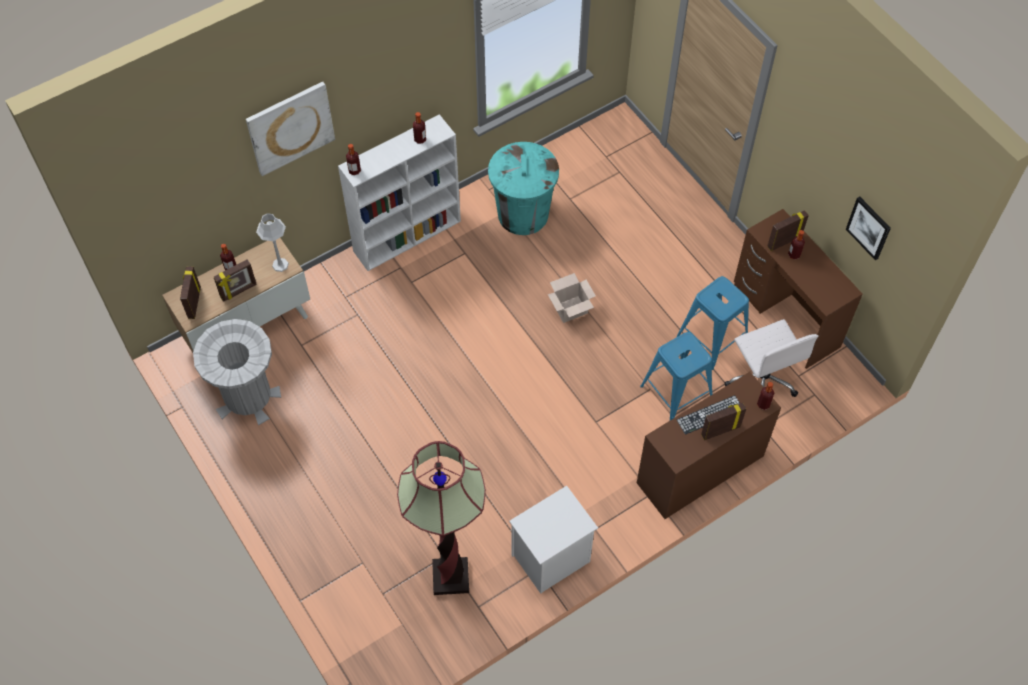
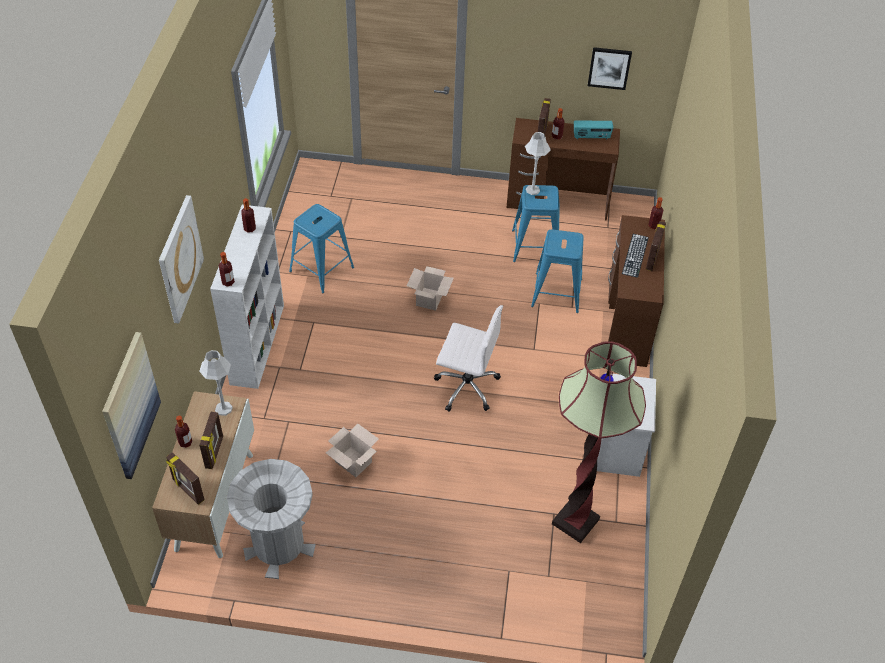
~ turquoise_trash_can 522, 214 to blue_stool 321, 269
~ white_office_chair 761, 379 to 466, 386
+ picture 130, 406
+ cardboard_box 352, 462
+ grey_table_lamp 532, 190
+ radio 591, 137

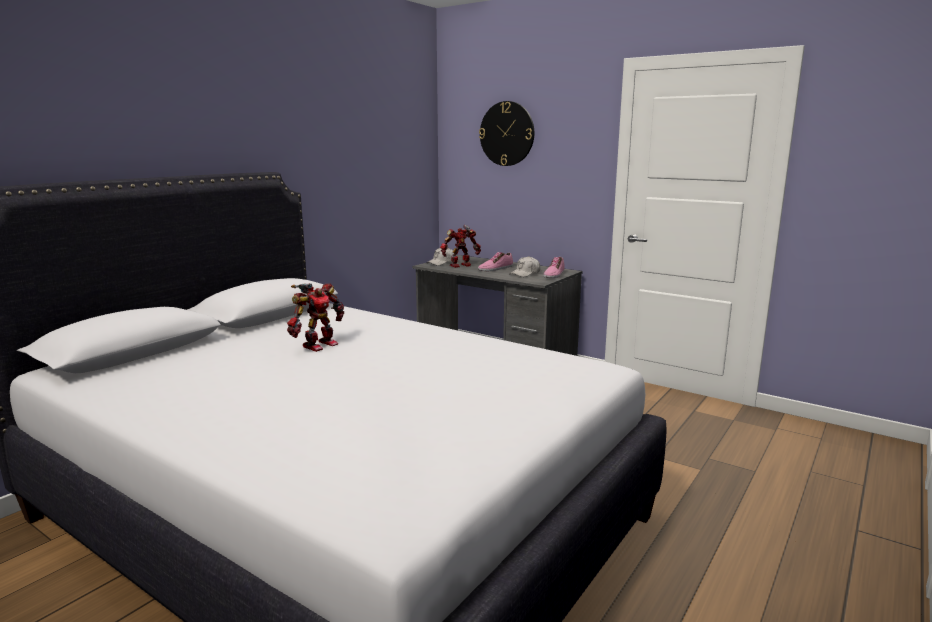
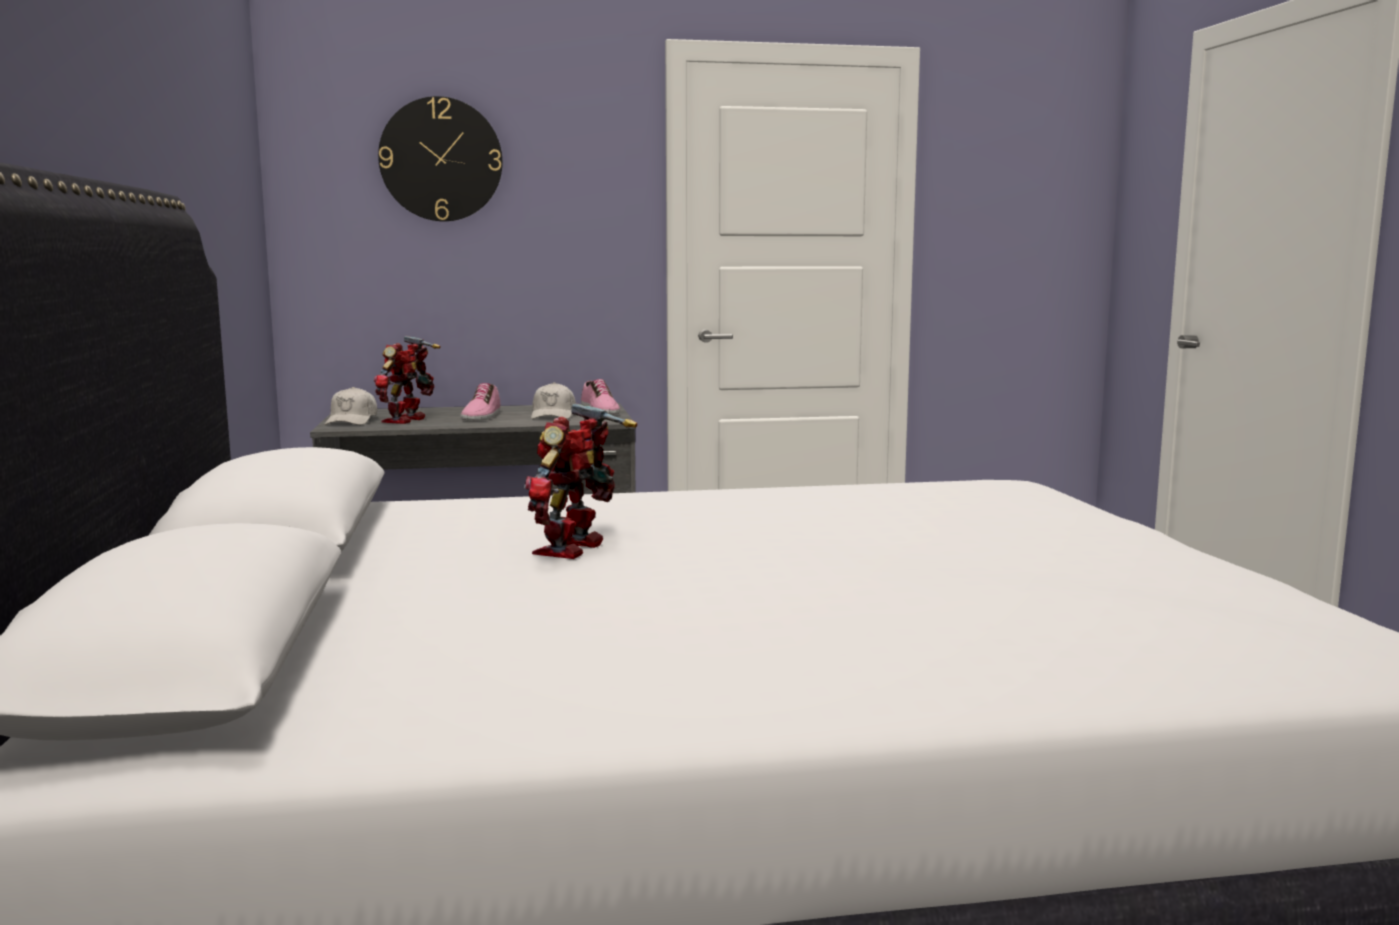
~ toy_robot 318, 345 = 574, 549 150 degrees counterclockwise

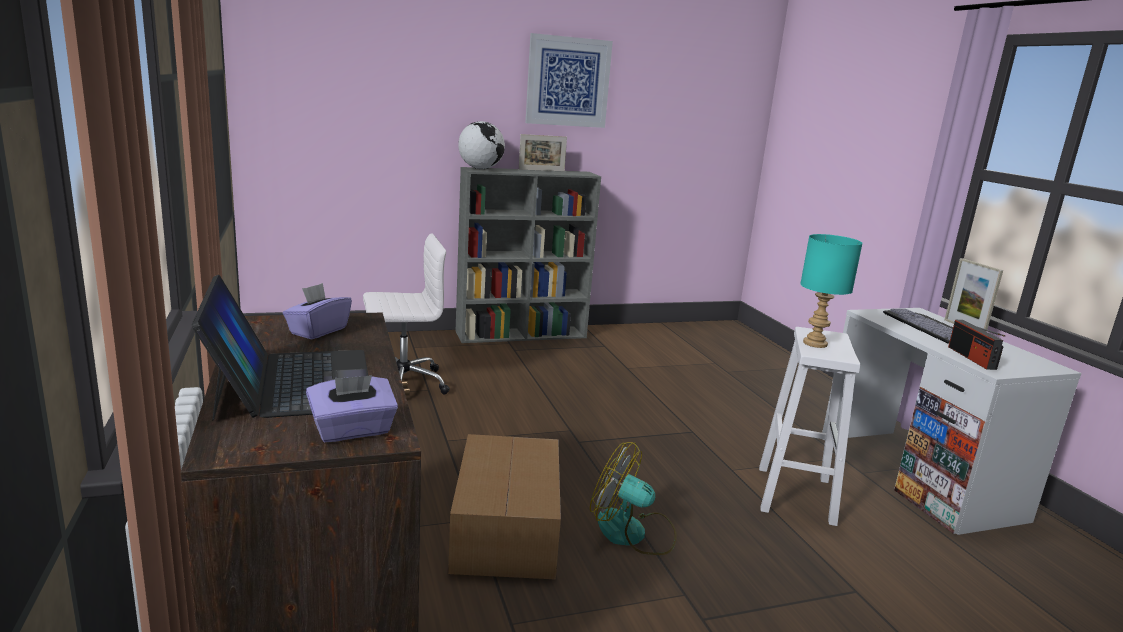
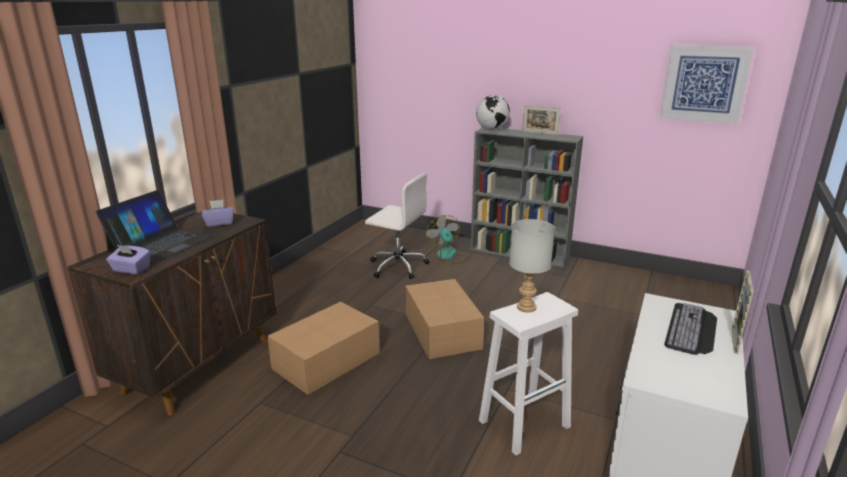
~ picture 568, 82 to 704, 83
~ fan 632, 533 to 449, 256
~ turquoise_table_lamp 815, 343 to grey_table_lamp 527, 307
- radio 971, 358
+ cardboard_box 442, 330

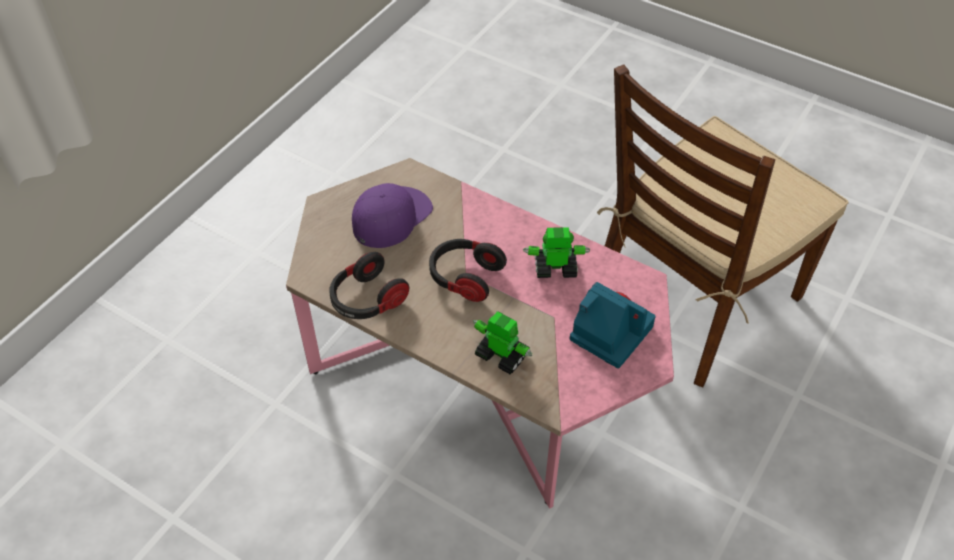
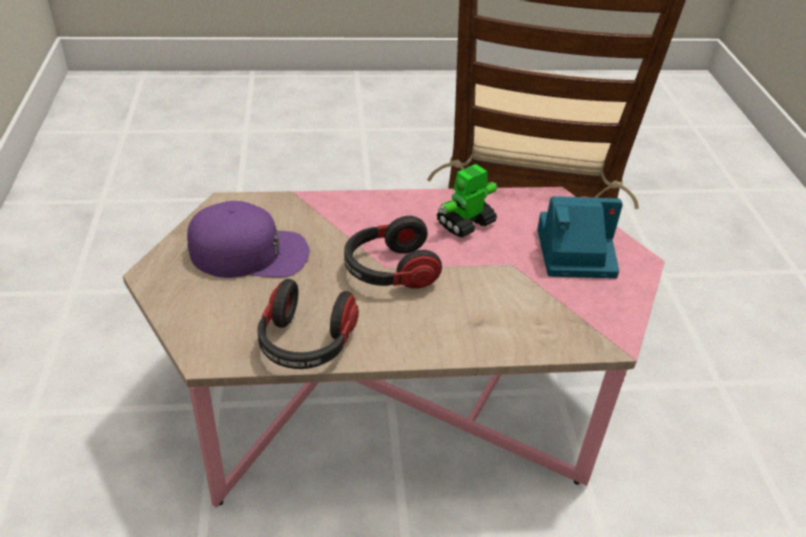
~ purple_cap 391, 217 = 249, 252 90 degrees clockwise
- toy_robot 501, 355

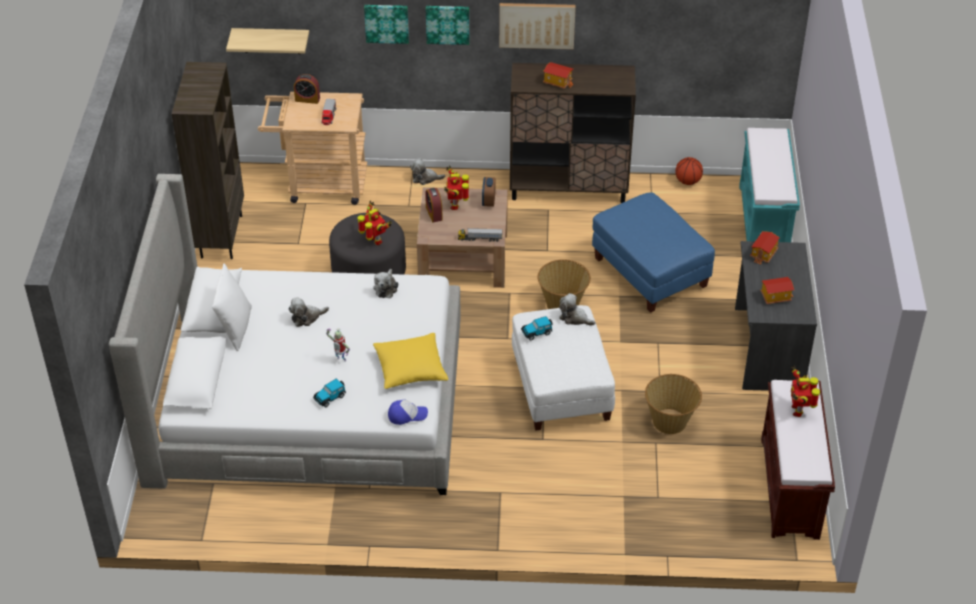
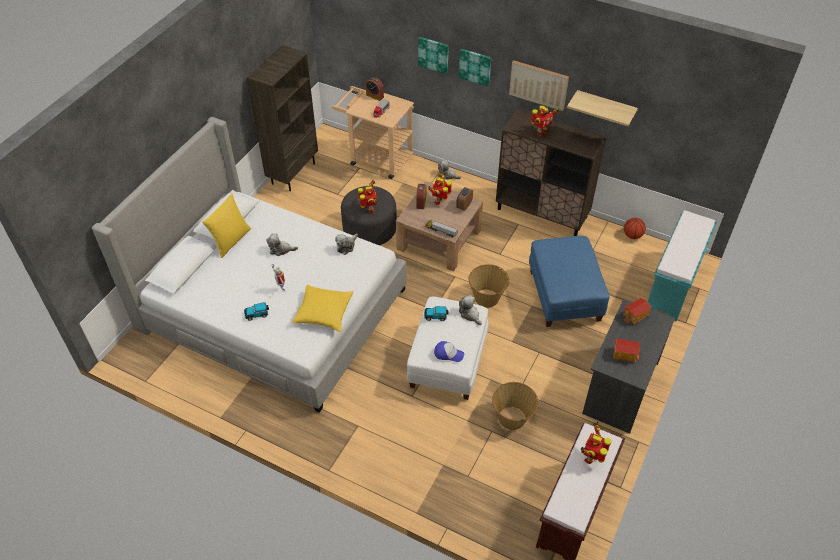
~ white_pillow 235, 328 to yellow_pillow 231, 241
~ shelf 271, 40 to 605, 108
~ cap 407, 415 to 448, 353
~ toy_house 558, 82 to toy_robot 541, 132

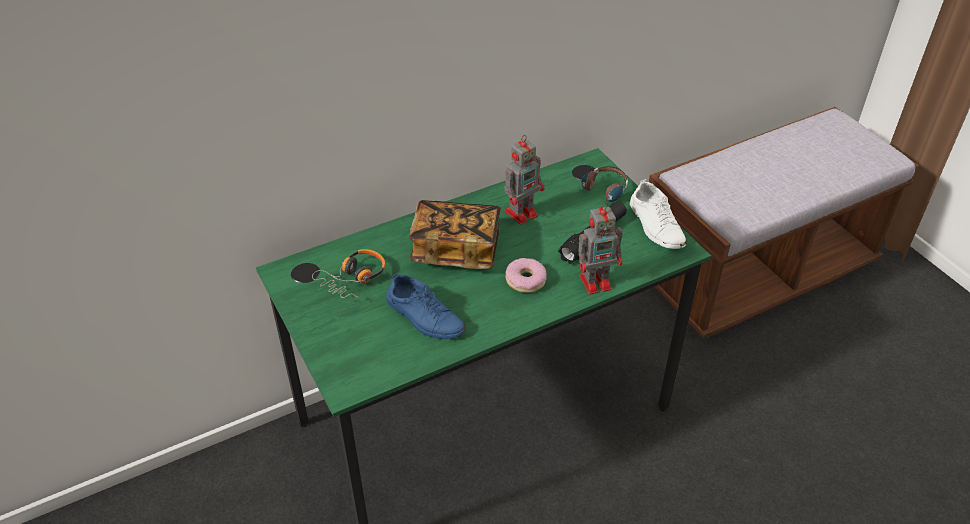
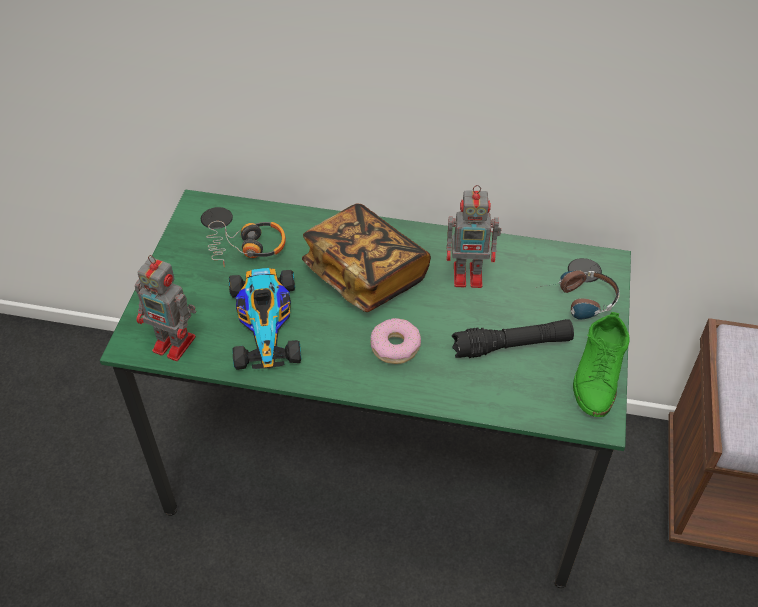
~ blue_shoe 424, 317 to toy_car 265, 322
~ toy_robot 597, 282 to 176, 344
~ white_shoe 656, 225 to green_shoe 598, 373

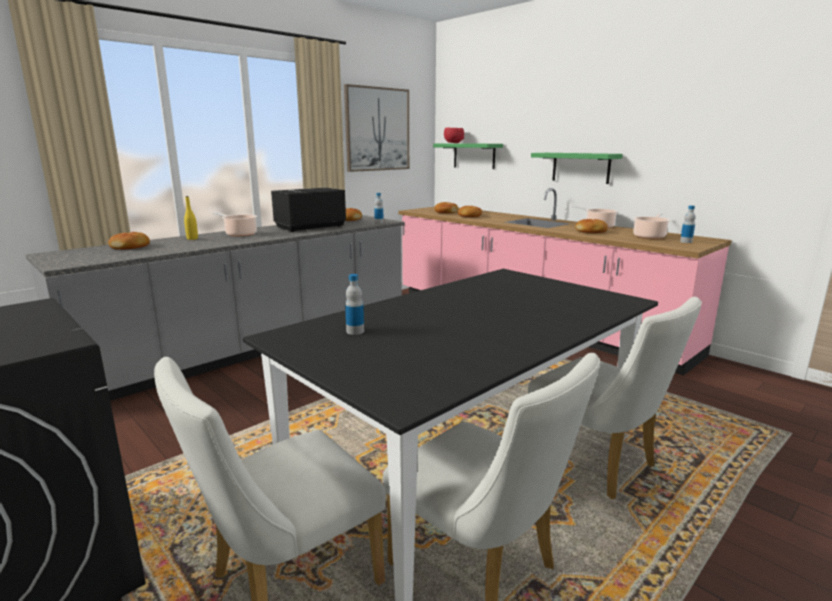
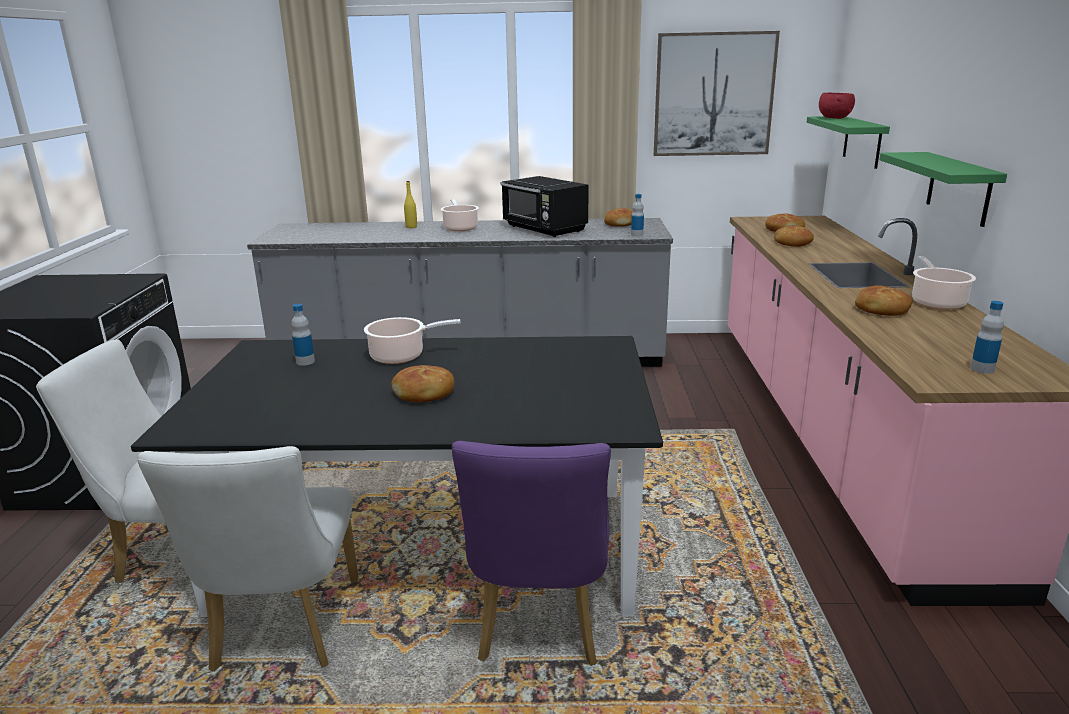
~ bread 131, 247 to 424, 393
~ black_microwave 309, 227 = 544, 229 135 degrees counterclockwise
~ white_chair 598, 465 to purple_chair 540, 626
~ cooking_pot 649, 236 to 401, 356

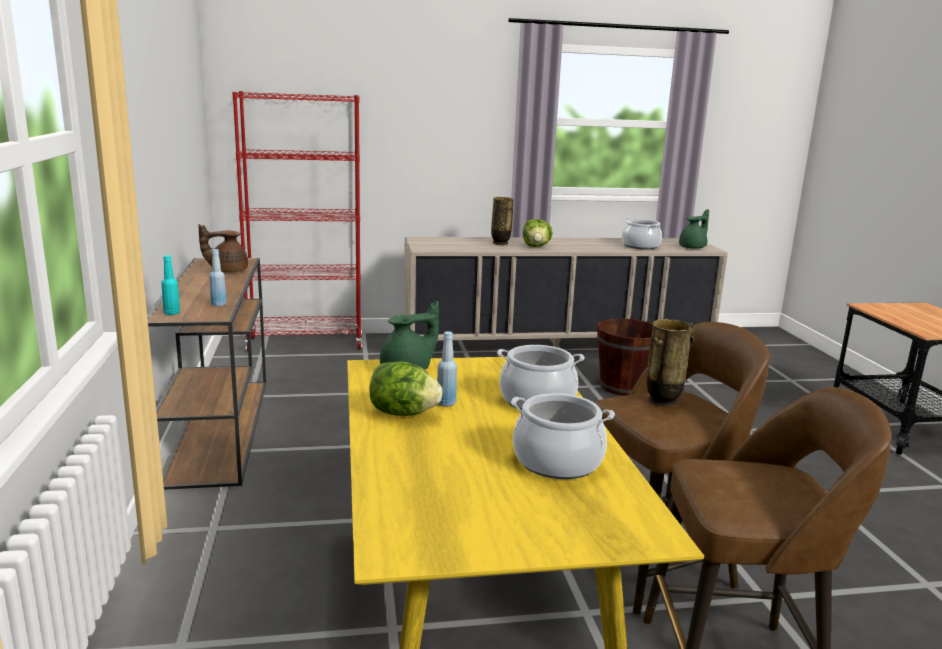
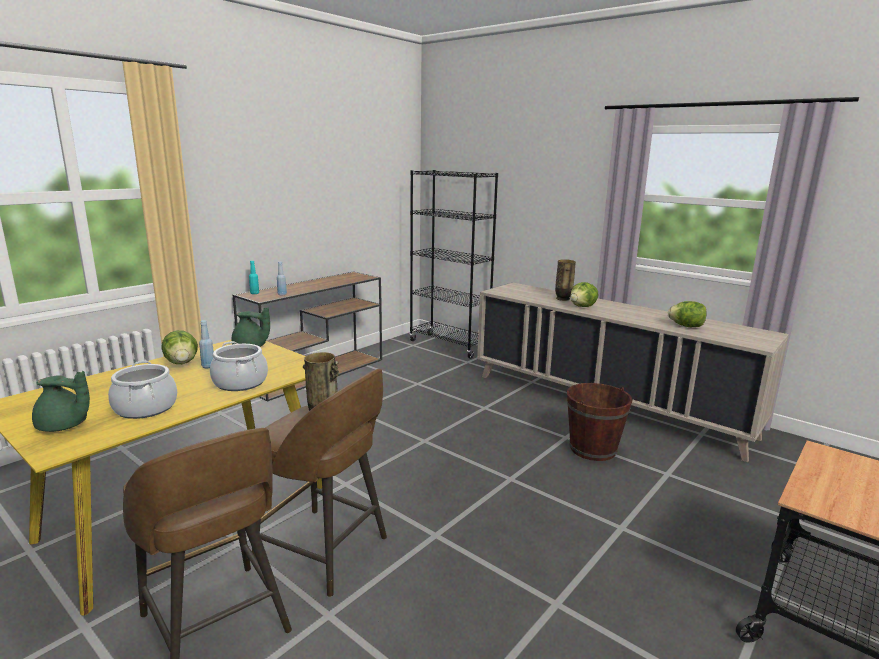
- brown_teapot 227, 270
~ red_bookcase 306, 343 to black_bookcase 449, 346
~ cooking_pot 640, 246 to lettuce 686, 326
~ green_teapot 693, 247 to 64, 426

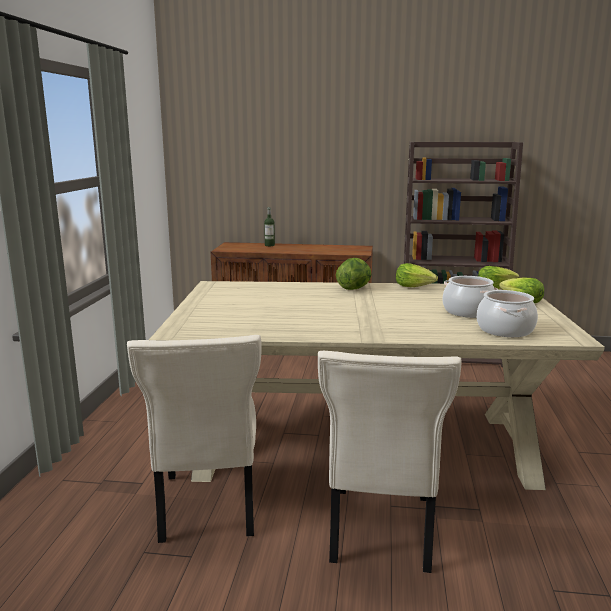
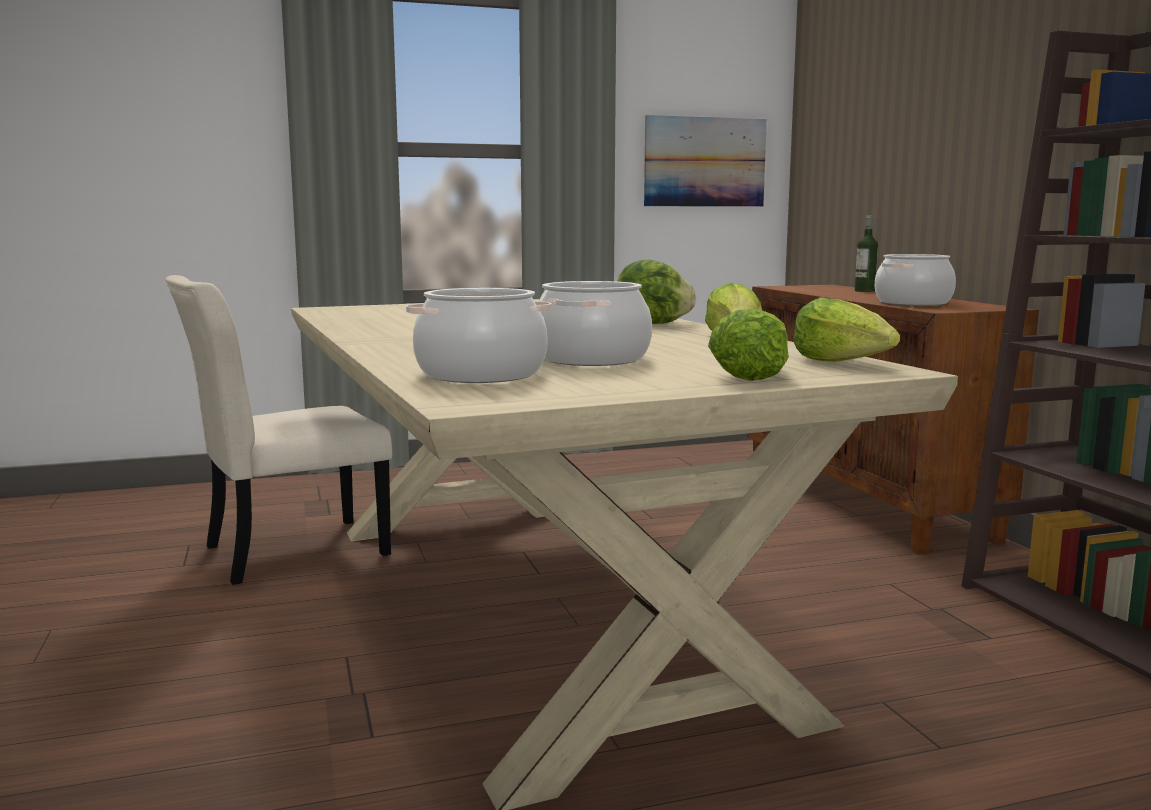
- beige_chair 380, 532
+ picture 705, 162
+ cooking_pot 913, 303

